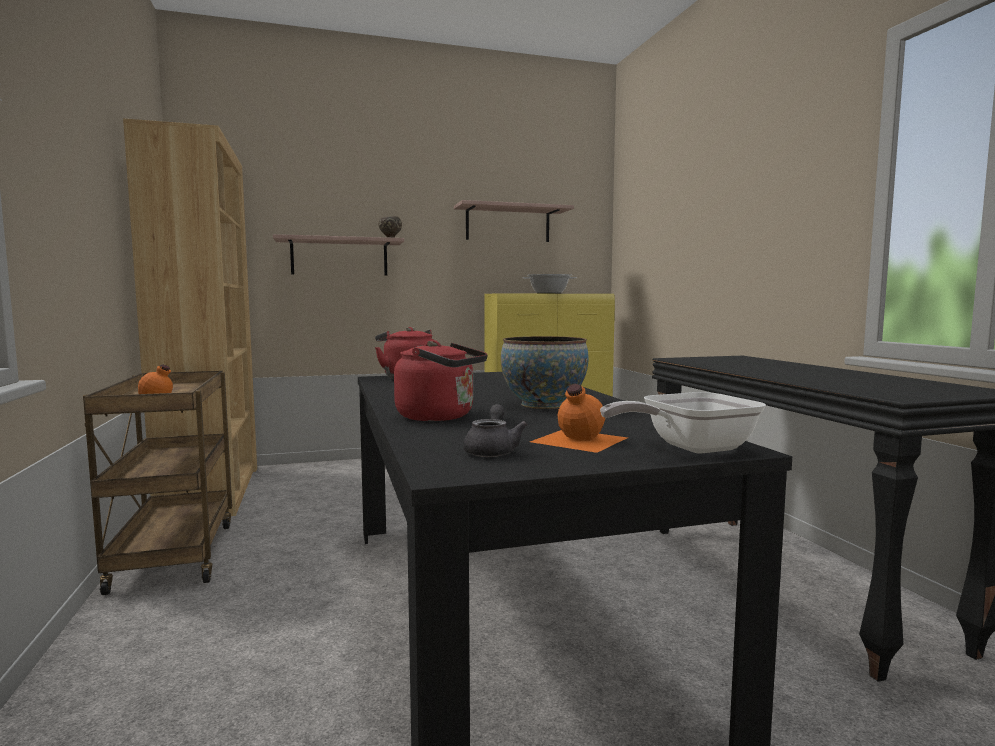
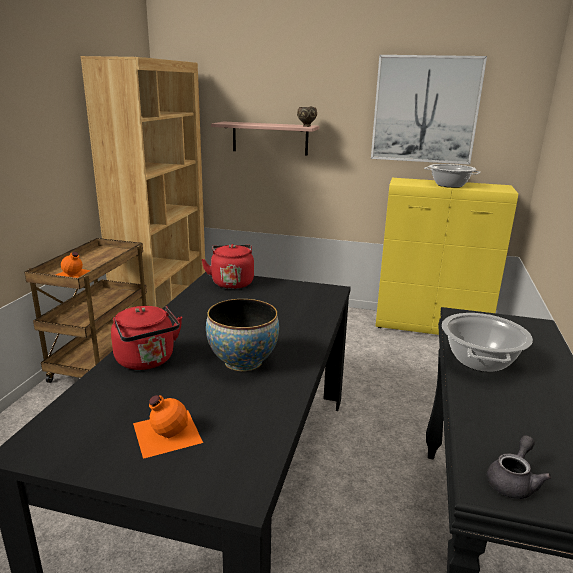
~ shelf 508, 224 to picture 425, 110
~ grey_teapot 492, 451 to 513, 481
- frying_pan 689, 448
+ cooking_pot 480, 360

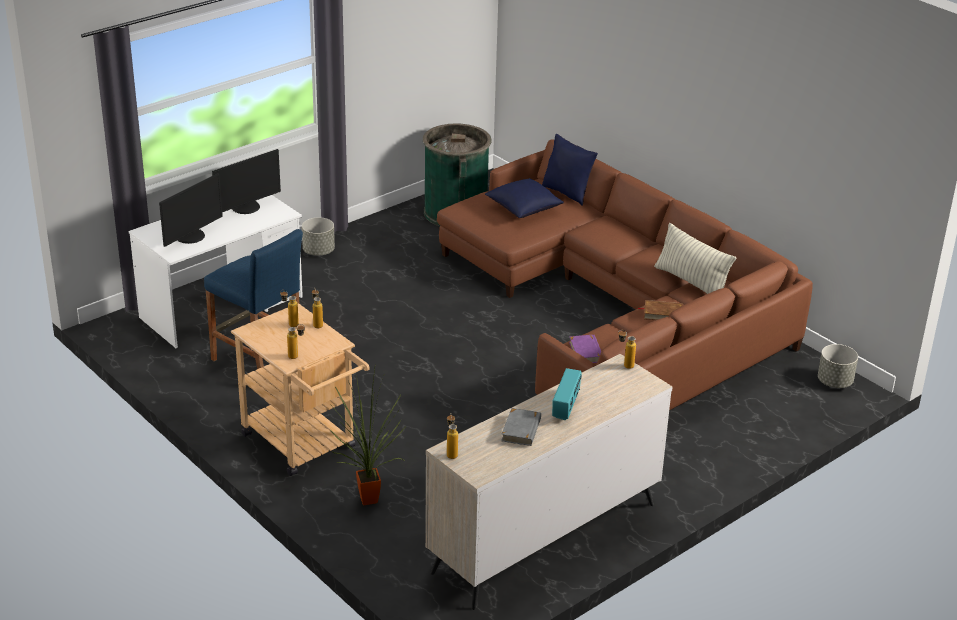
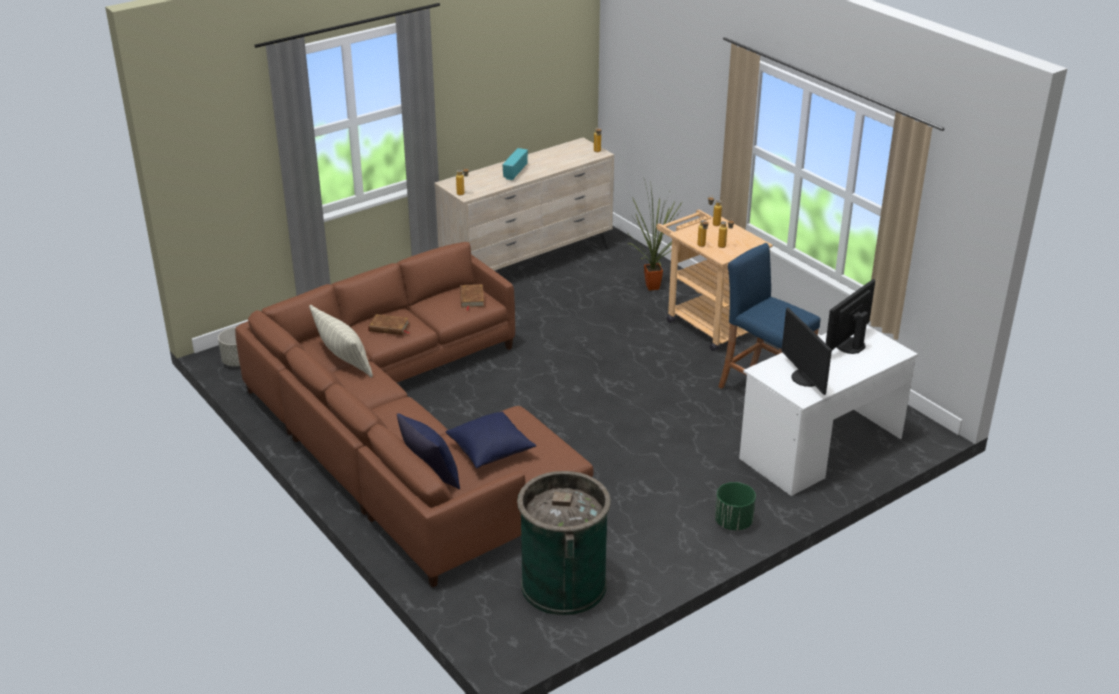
~ monitor 247, 208 = 805, 378 75 degrees counterclockwise
~ grey_planter 318, 251 to green_planter 733, 522
- grey_book 521, 430
~ purple_book 586, 352 to brown_book 471, 298

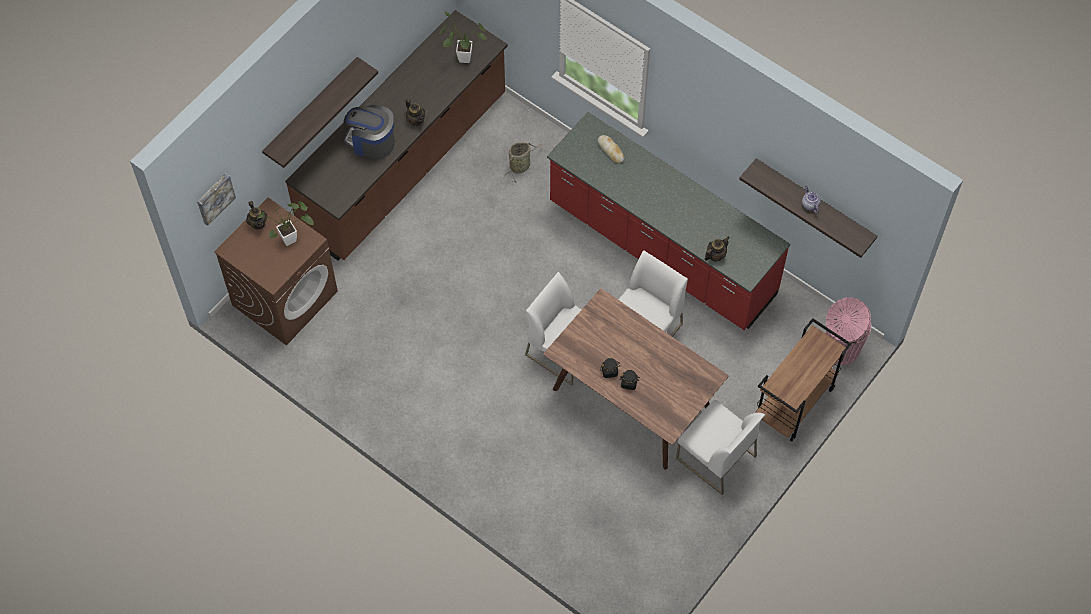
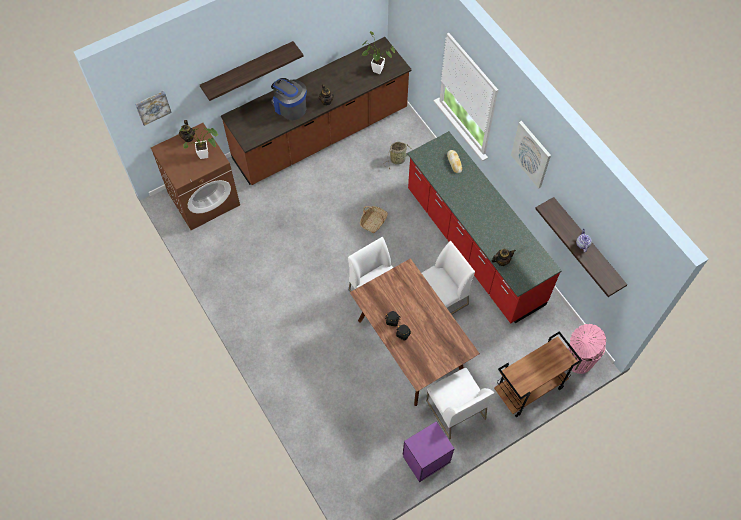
+ basket 373, 222
+ purple_nightstand 425, 459
+ picture 531, 154

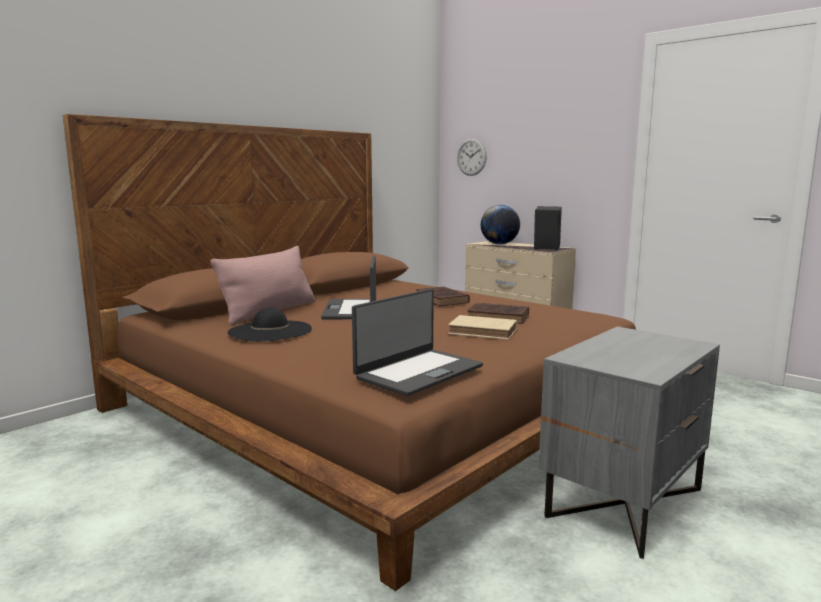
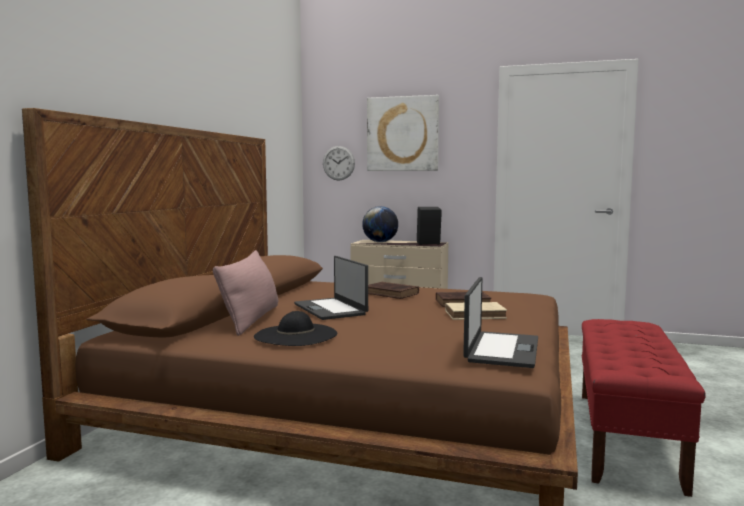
~ grey_nightstand 623, 501 to red_bench 626, 437
+ picture 402, 134

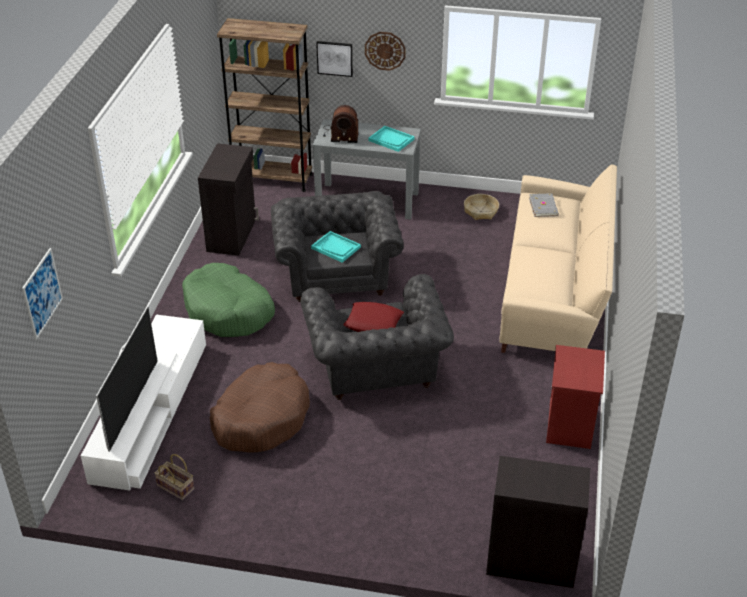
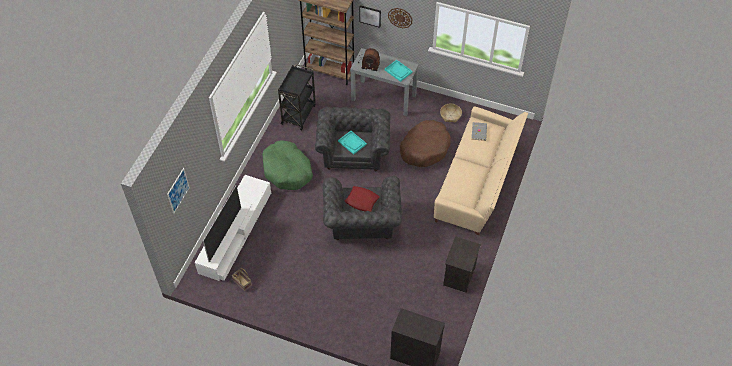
~ black_cabinet 233, 235 to black_cart 298, 114
~ brown_dog_bed 261, 418 to 424, 148
~ red_nightstand 570, 426 to black_nightstand 459, 277

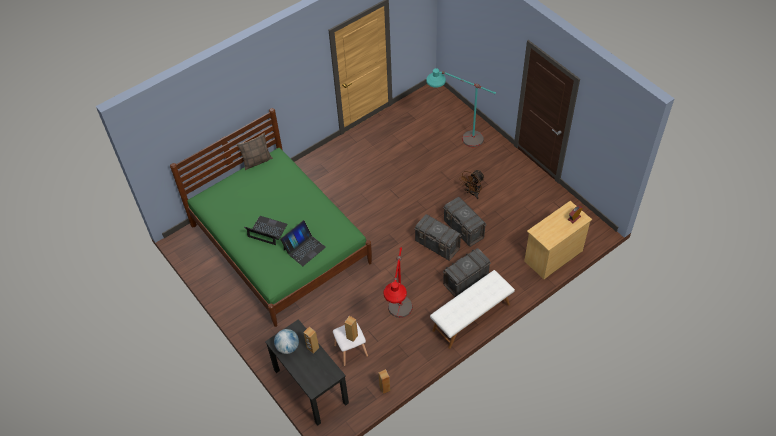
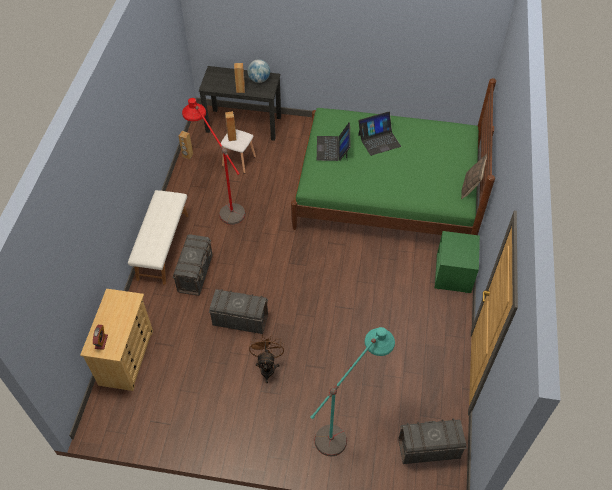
~ grey_storage_box 437, 245 to 428, 449
+ green_nightstand 453, 274

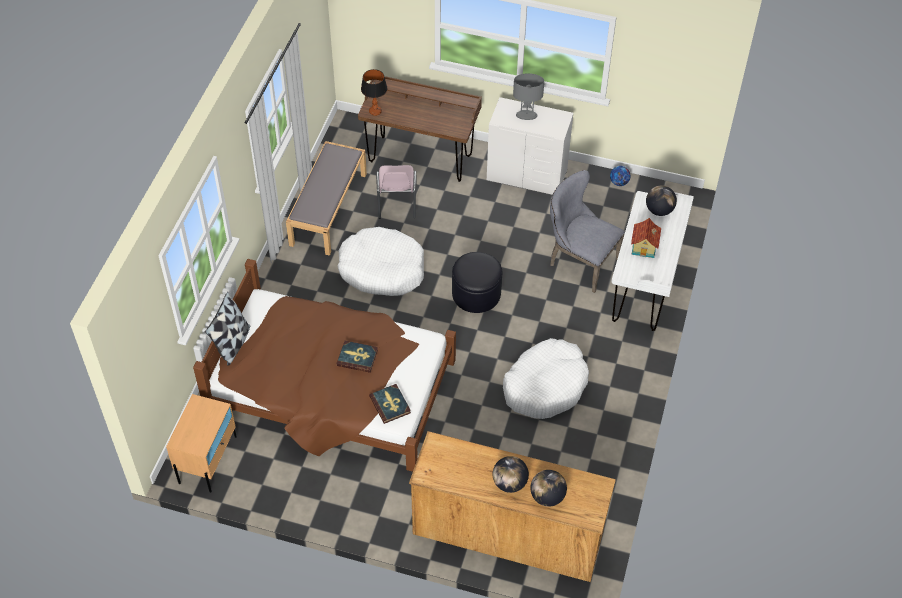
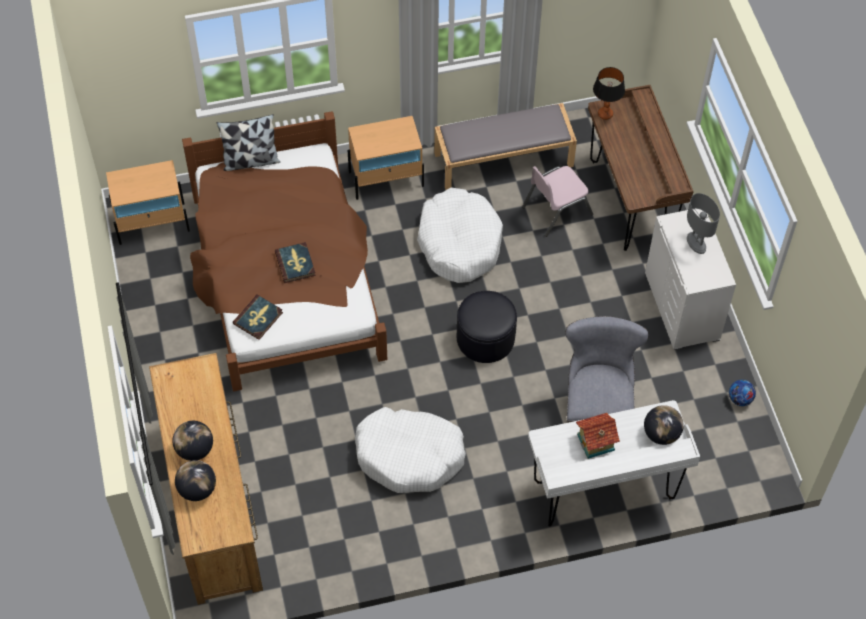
+ beige_nightstand 386, 179

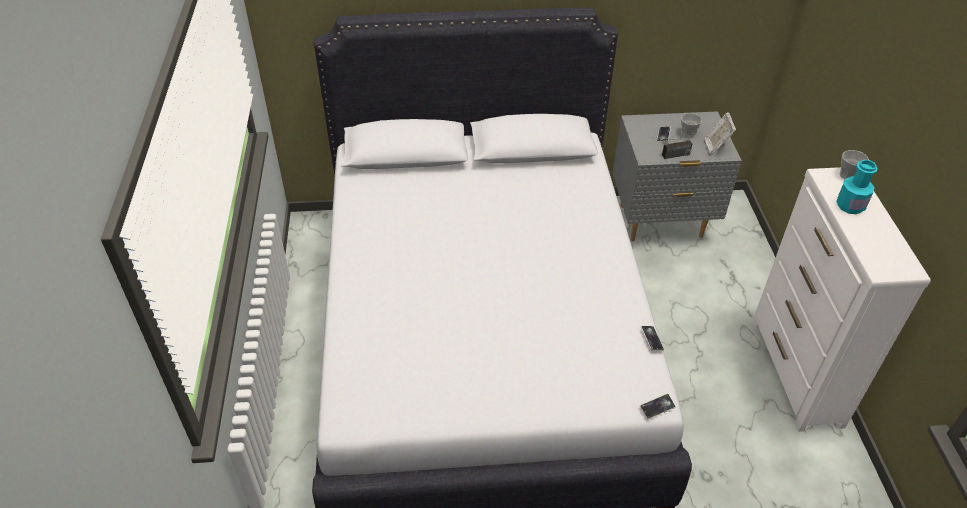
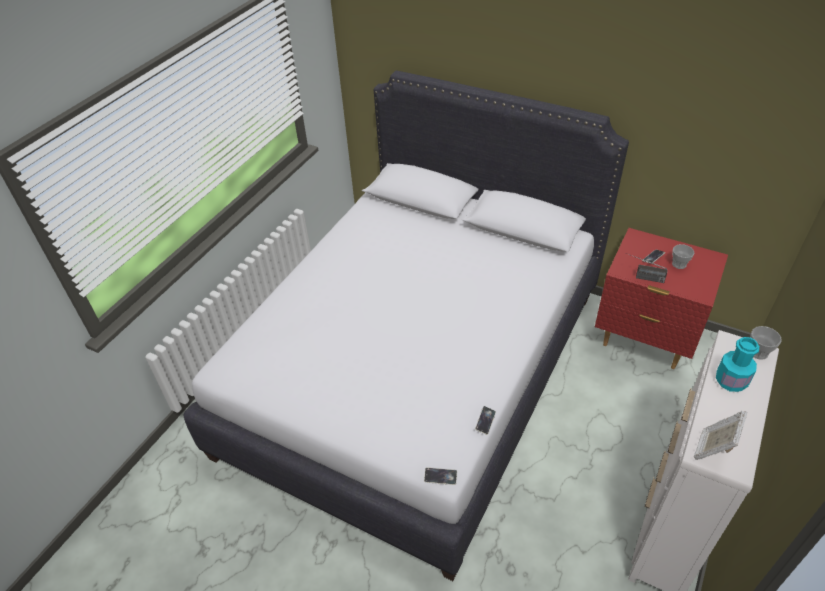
~ grey_nightstand 661, 222 to red_nightstand 644, 340
~ picture_frame 715, 147 to 713, 449

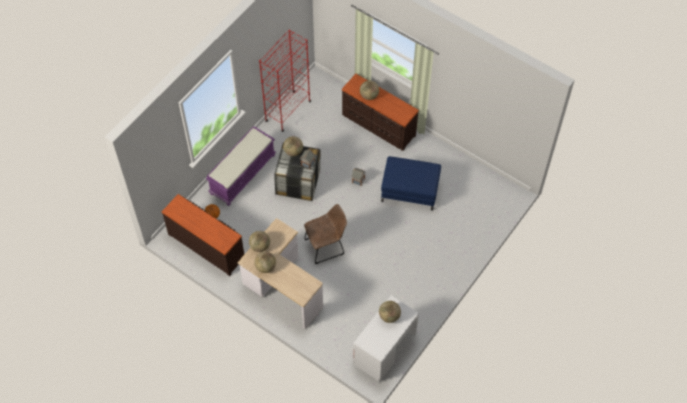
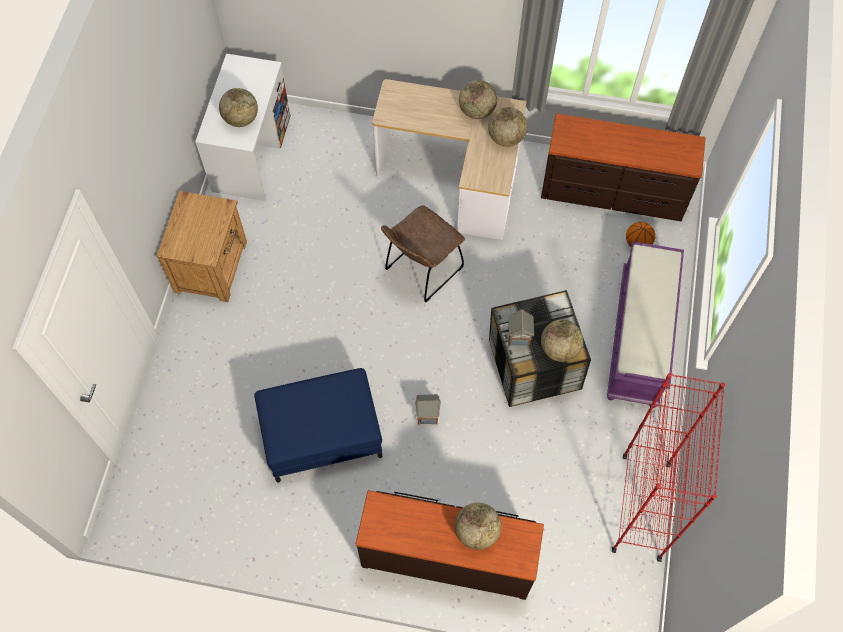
+ brown_nightstand 212, 266

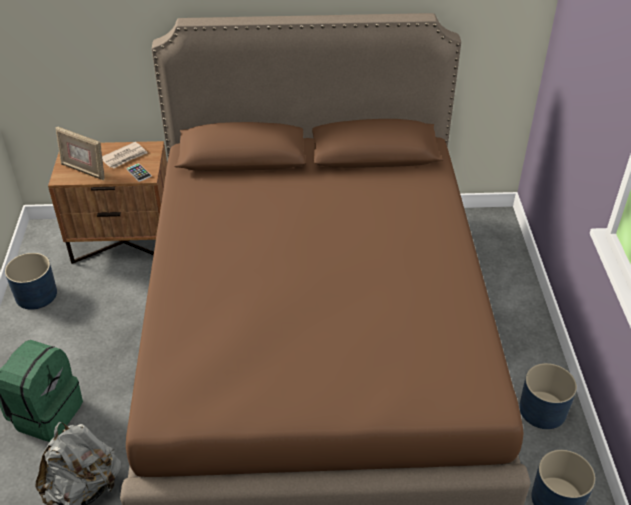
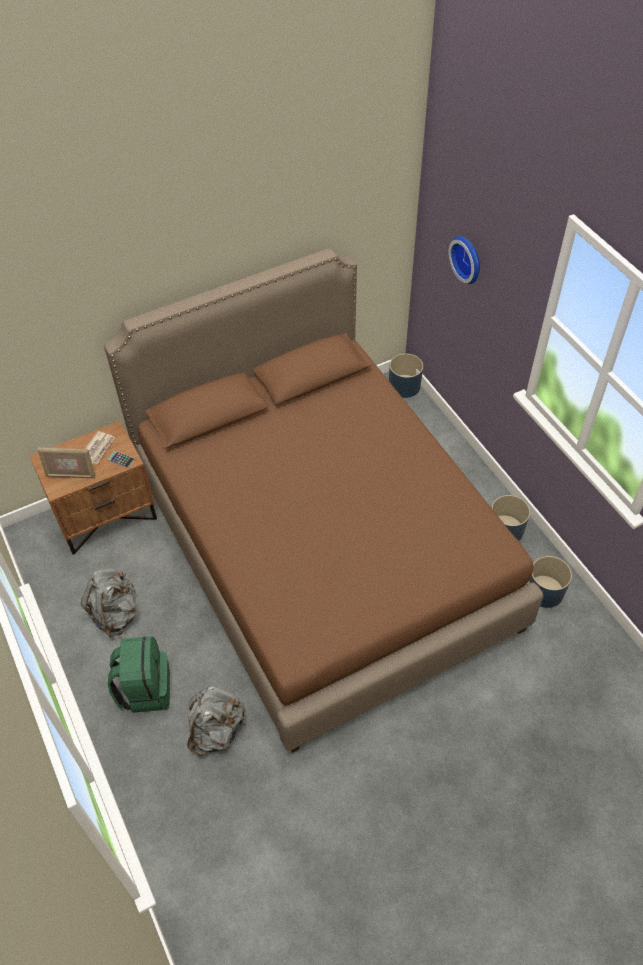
~ blue_planter 36, 294 to 404, 386
+ grey_backpack 115, 614
+ wall_clock 468, 258

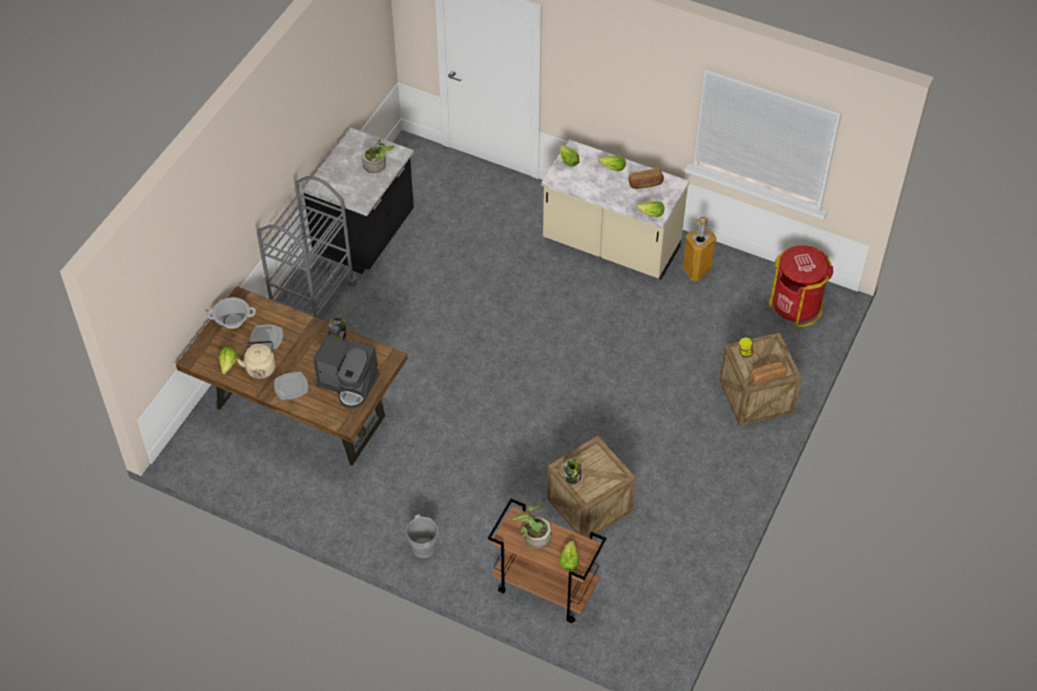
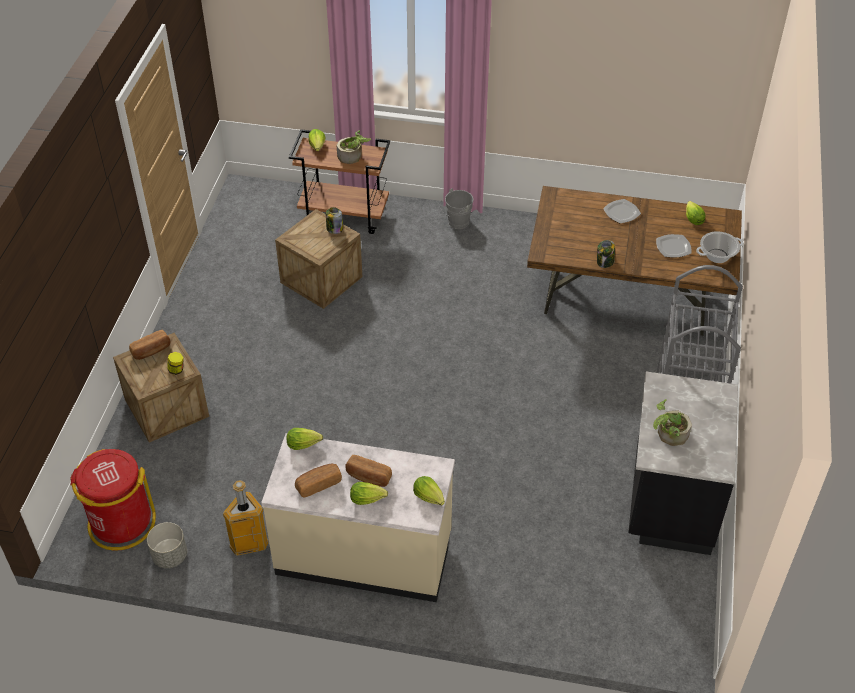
- beige_kettle 260, 367
- coffee_machine 348, 384
+ grey_planter 170, 556
+ bread 368, 477

